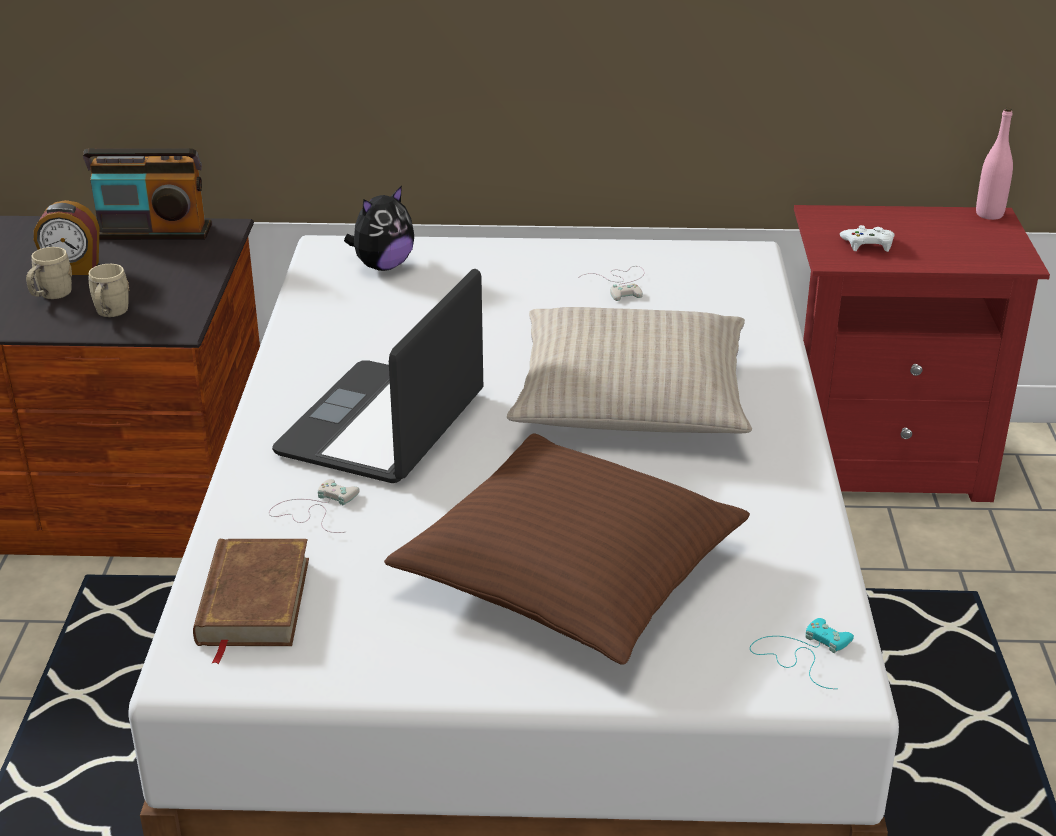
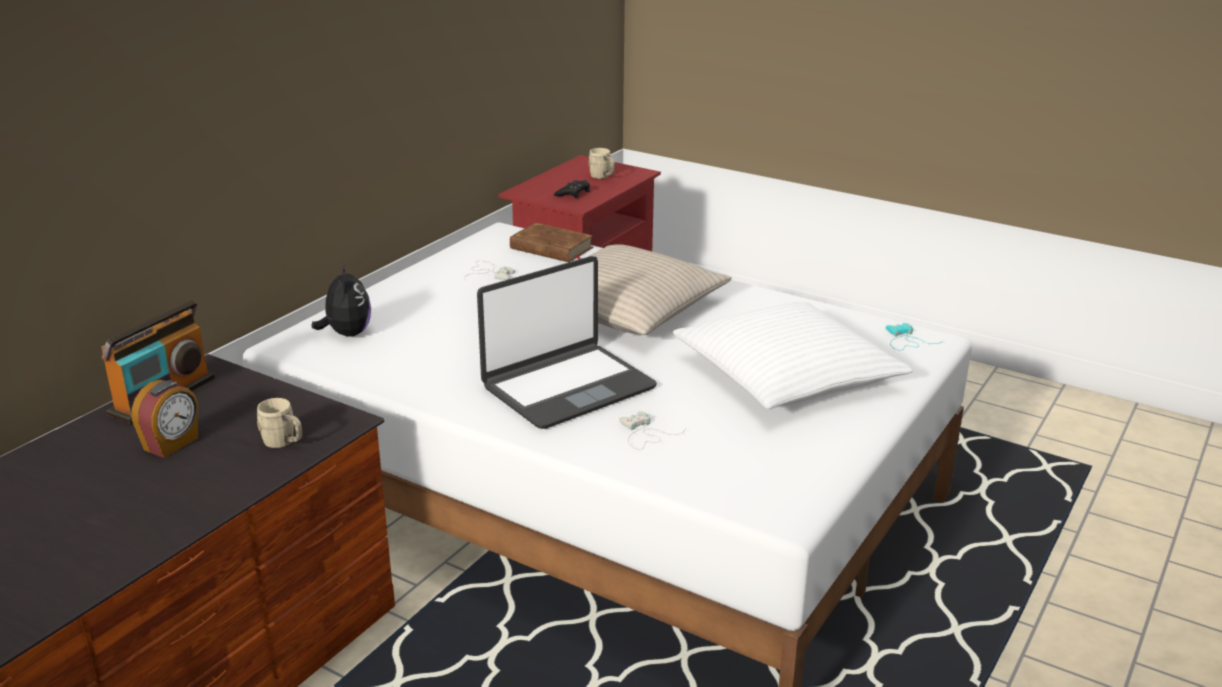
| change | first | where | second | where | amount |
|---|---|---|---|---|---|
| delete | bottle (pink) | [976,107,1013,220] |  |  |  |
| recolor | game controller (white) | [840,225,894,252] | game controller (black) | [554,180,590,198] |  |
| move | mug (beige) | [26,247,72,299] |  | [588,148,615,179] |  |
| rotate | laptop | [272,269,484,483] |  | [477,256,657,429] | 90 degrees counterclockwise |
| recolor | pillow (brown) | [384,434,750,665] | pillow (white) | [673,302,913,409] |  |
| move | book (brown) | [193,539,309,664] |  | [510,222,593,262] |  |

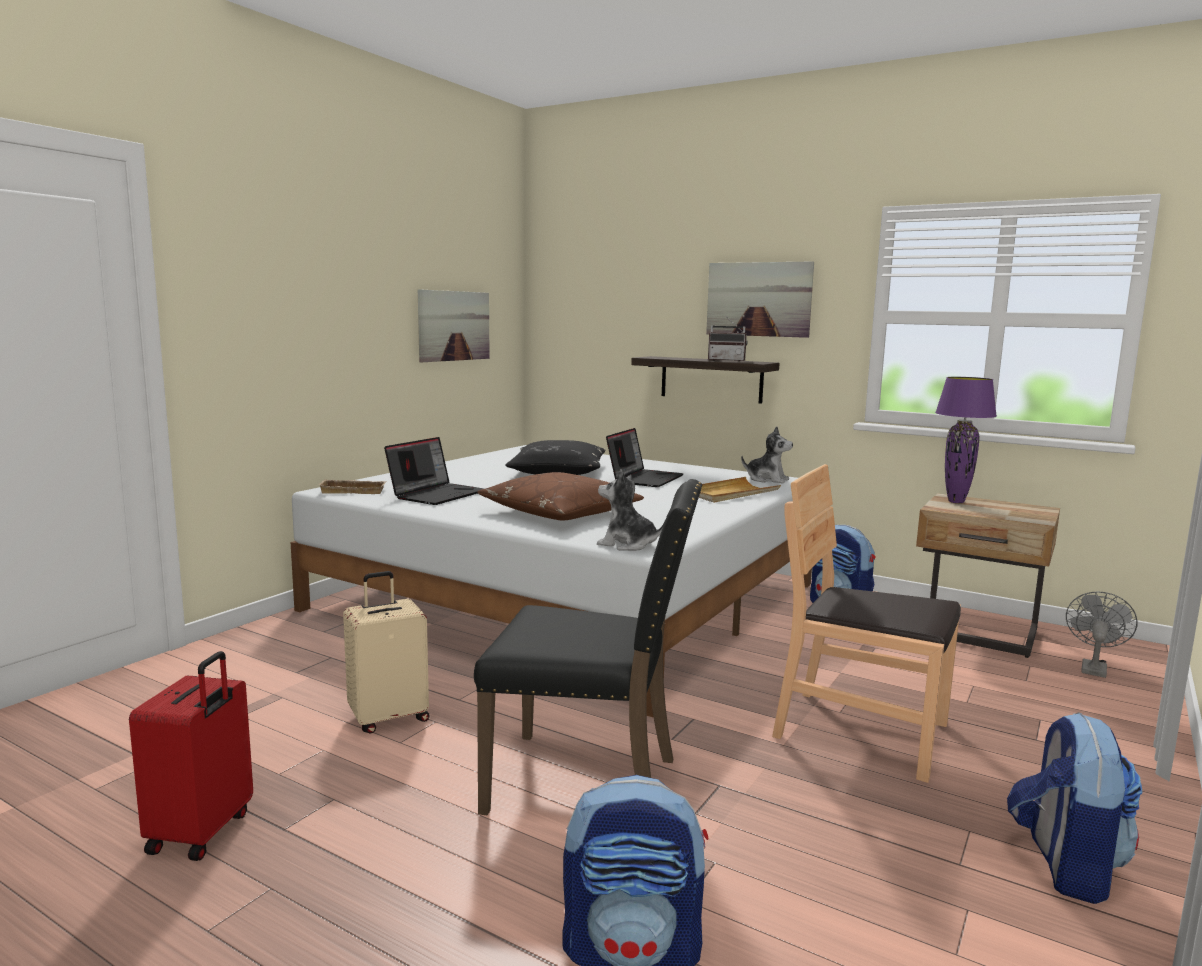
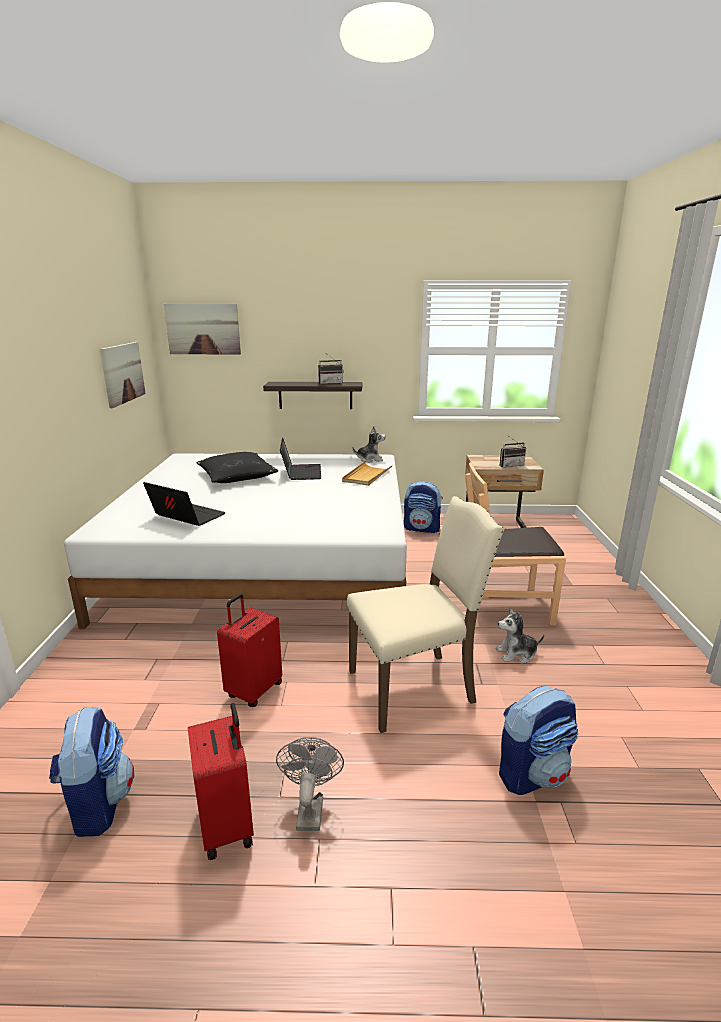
| change | first | where | second | where | amount |
|---|---|---|---|---|---|
| move | picture | [706,261,814,338] |  | [164,304,241,354] |  |
| delete | table lamp (purple) | [935,377,997,503] |  |  |  |
| rotate | laptop | [384,437,484,505] |  | [143,482,226,526] | 60 degrees counterclockwise |
| move | plush toy | [597,470,665,551] |  | [496,608,544,664] |  |
| delete | pillow (brown) | [477,472,644,520] |  |  |  |
| delete | tray (beige) | [317,479,387,494] |  |  |  |
| recolor | chair (black) | [474,479,702,815] | chair (beige) | [347,496,505,733] |  |
| recolor | suitcase (beige) | [343,571,429,734] | suitcase (red) | [217,594,282,707] |  |
| move | fan (grey) | [1066,592,1138,678] |  | [276,737,344,831] |  |
| move | backpack | [1007,712,1143,904] |  | [49,707,134,837] |  |
| insert |  |  | radio | [500,436,526,468] |  |

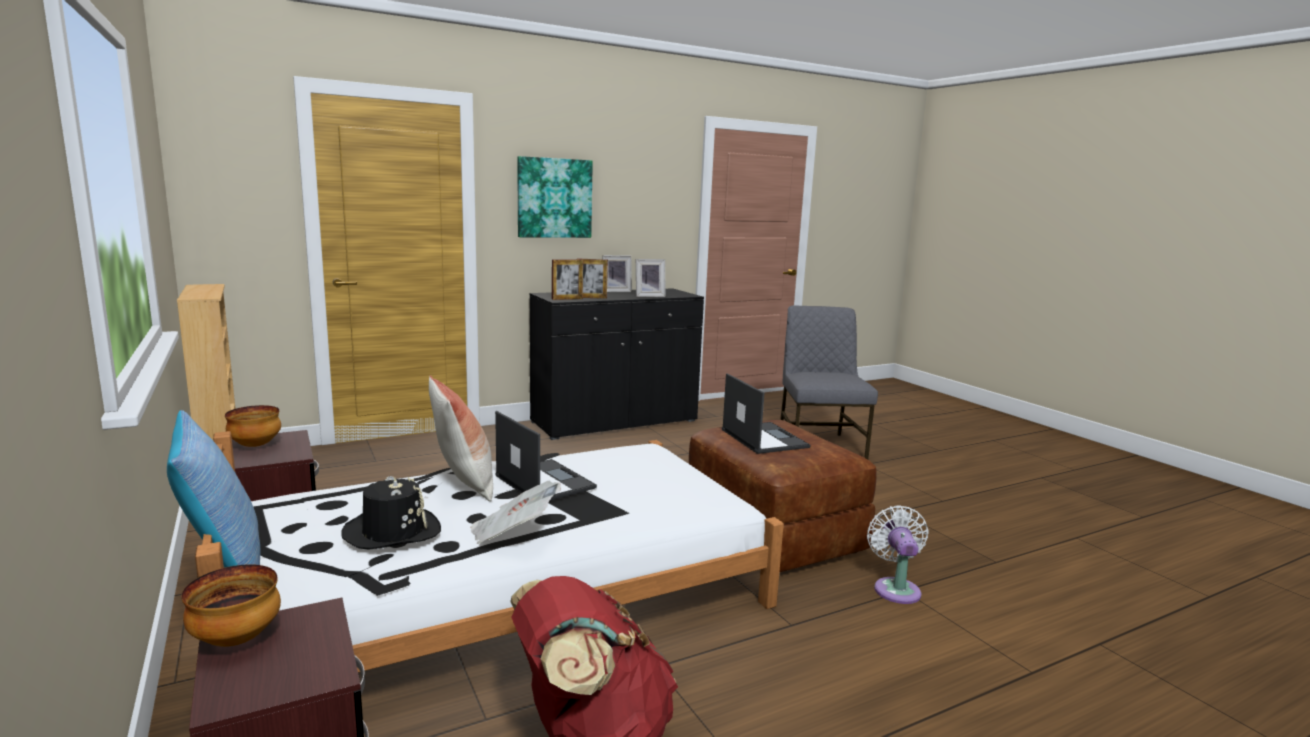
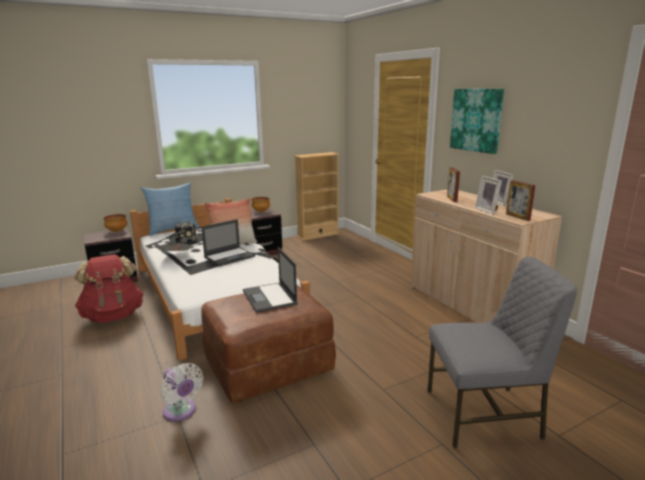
| change | first | where | second | where | amount |
|---|---|---|---|---|---|
| move | picture frame | [552,259,583,300] |  | [506,180,535,221] |  |
| recolor | cabinet (black) | [530,288,704,440] | cabinet (beige) | [411,189,562,323] |  |
| rotate | laptop | [722,373,810,454] |  | [243,247,298,313] | 90 degrees clockwise |
| rotate | fan (white) | [867,505,929,604] |  | [160,363,203,422] | 45 degrees clockwise |

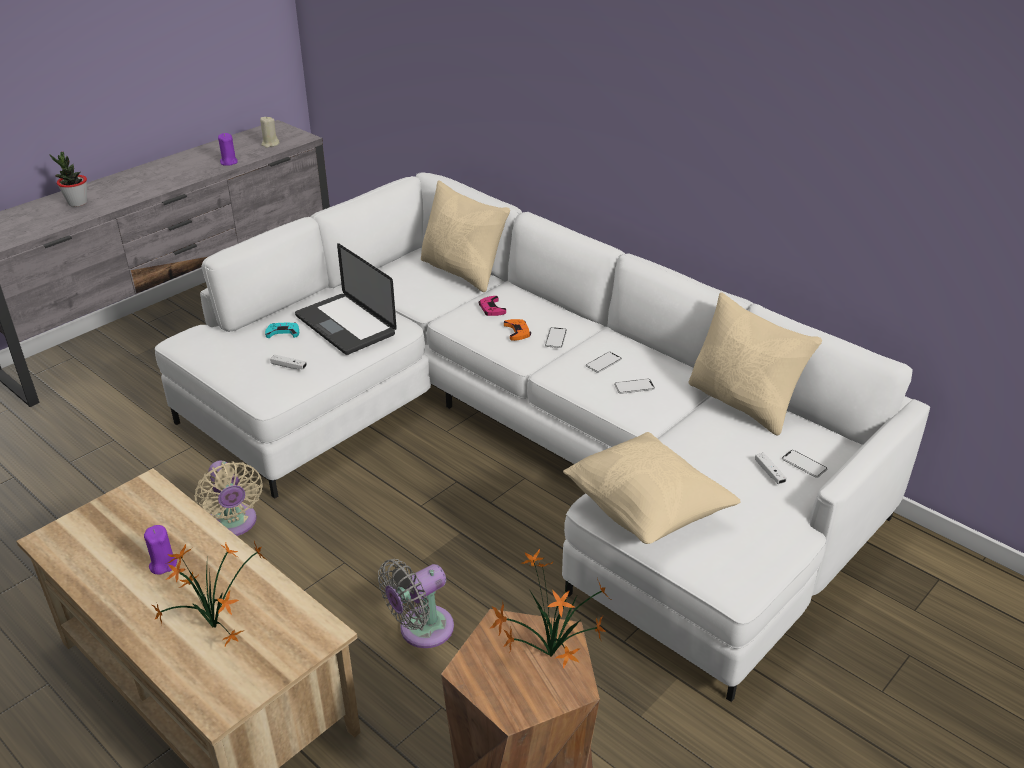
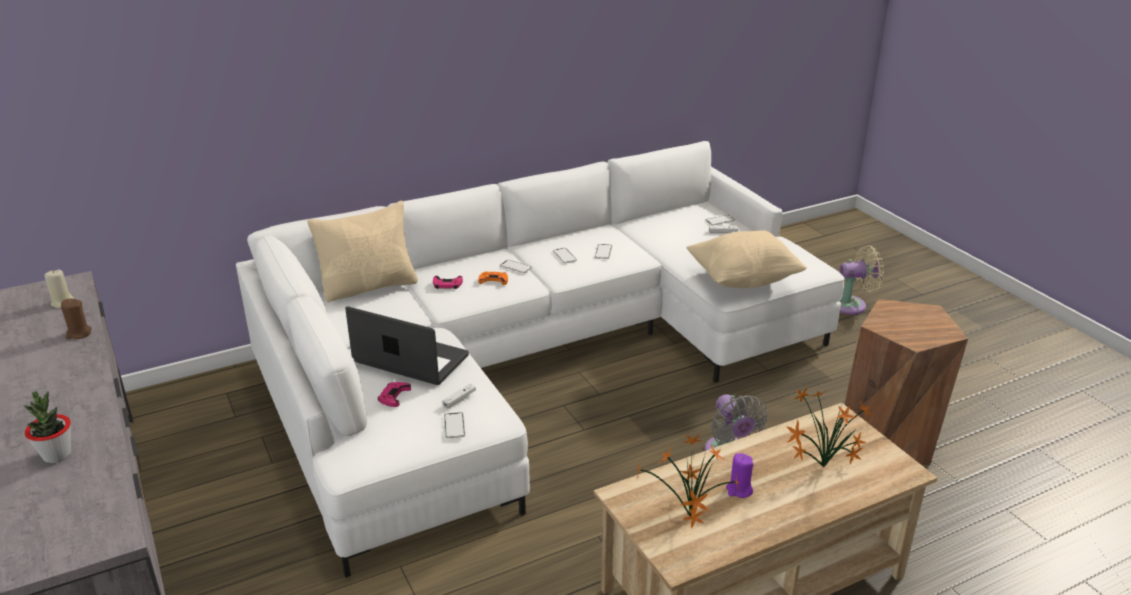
| change | first | where | second | where | amount |
|---|---|---|---|---|---|
| recolor | candle (purple) | [218,133,238,166] | candle (brown) | [61,299,92,339] |  |
| rotate | laptop | [295,243,397,355] |  | [345,306,469,385] | 135 degrees counterclockwise |
| delete | pillow (beige) | [688,292,822,435] |  |  |  |
| recolor | game controller (turquoise) | [265,322,299,338] | game controller (pink) | [378,382,411,407] |  |
| move | fan (beige) | [194,461,263,536] |  | [839,245,884,315] |  |
| move | potted plant | [489,549,610,669] |  | [637,434,739,529] |  |
| insert |  |  | phone | [444,412,465,438] |  |

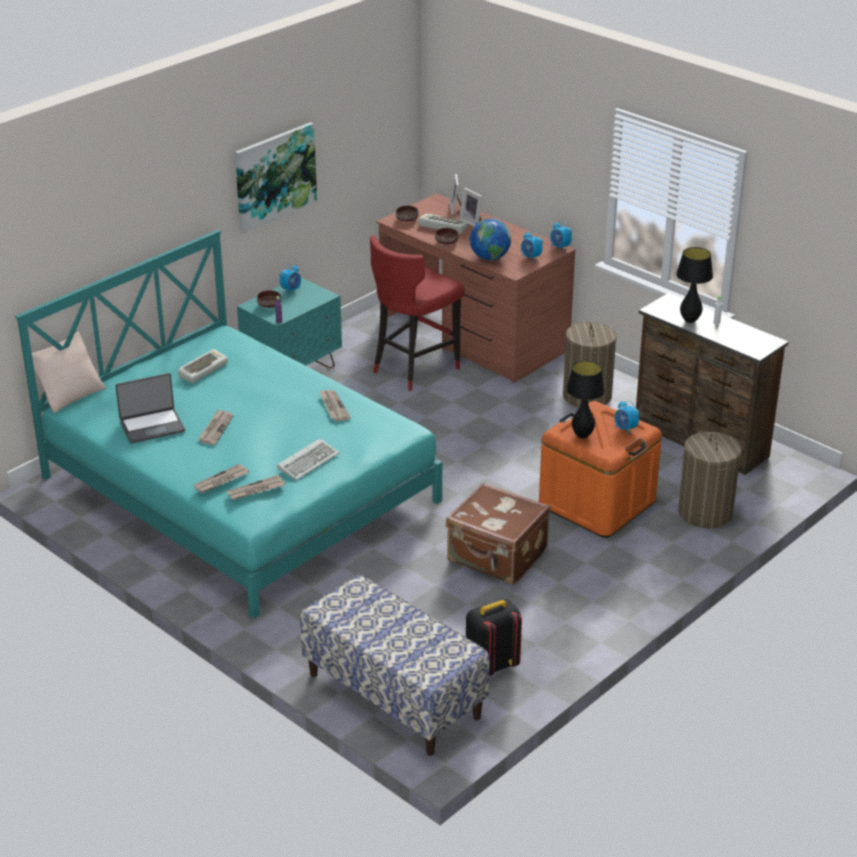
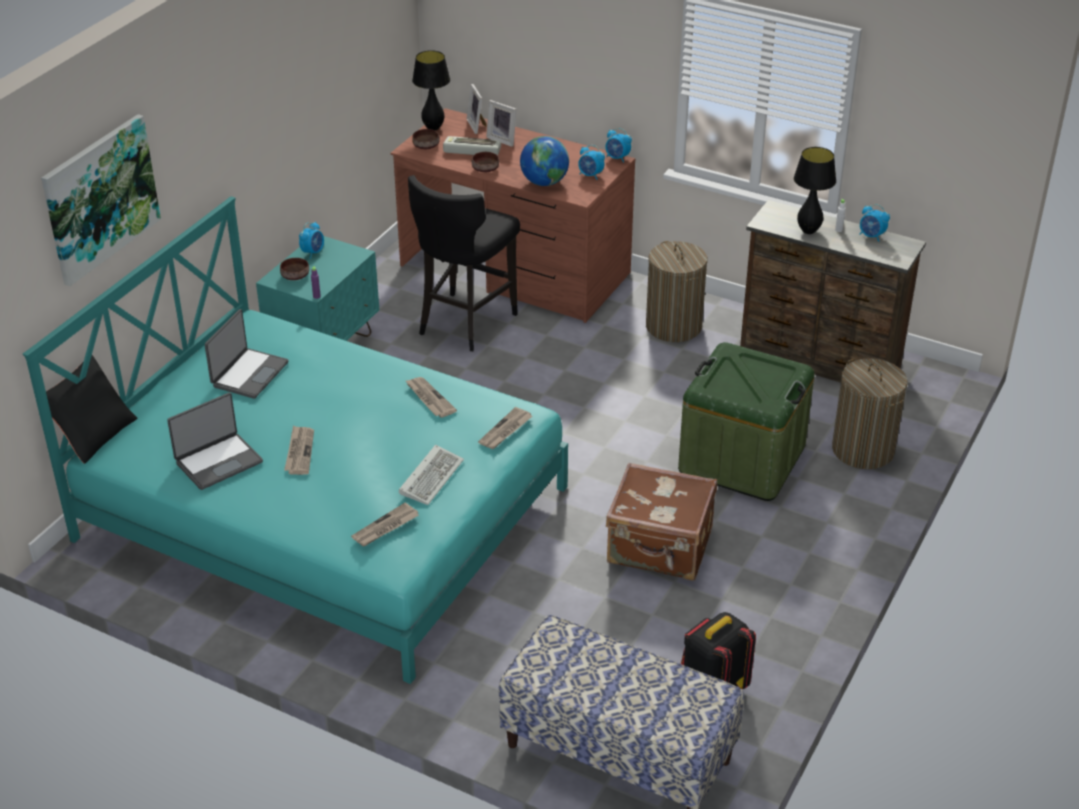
| change | first | where | second | where | amount |
|---|---|---|---|---|---|
| move | picture | [235,122,317,234] |  | [41,114,161,286] |  |
| recolor | stool (red) | [370,235,464,391] | stool (black) | [408,175,520,351] |  |
| recolor | pillow (beige) | [32,332,106,413] | pillow (black) | [46,355,138,464] |  |
| replace | keyboard | [178,349,228,383] | laptop | [205,309,289,399] |  |
| move | table lamp (black) | [566,361,605,438] |  | [412,50,450,130] |  |
| recolor | storage box (orange) | [539,401,662,538] | storage box (green) | [678,342,814,501] |  |
| move | alarm clock | [615,401,639,434] |  | [859,204,890,242] |  |
| move | newspaper | [193,464,249,493] |  | [478,407,532,449] |  |

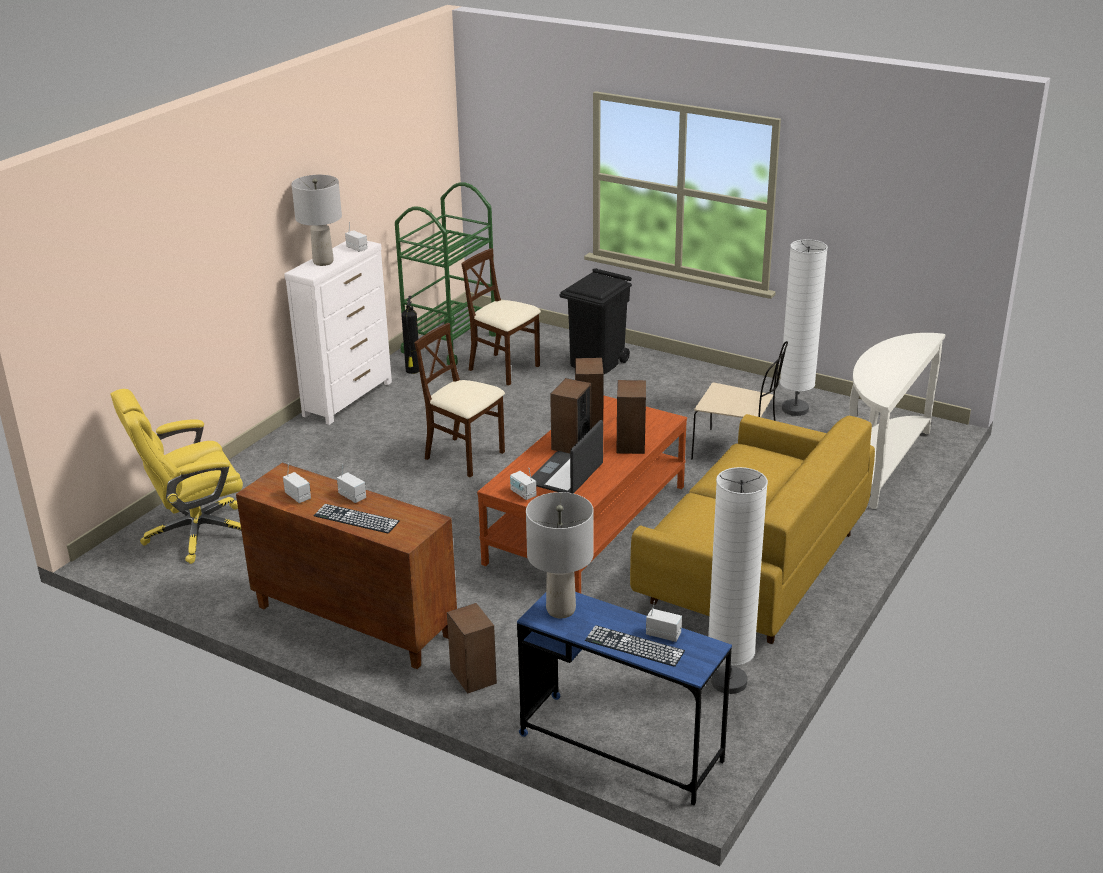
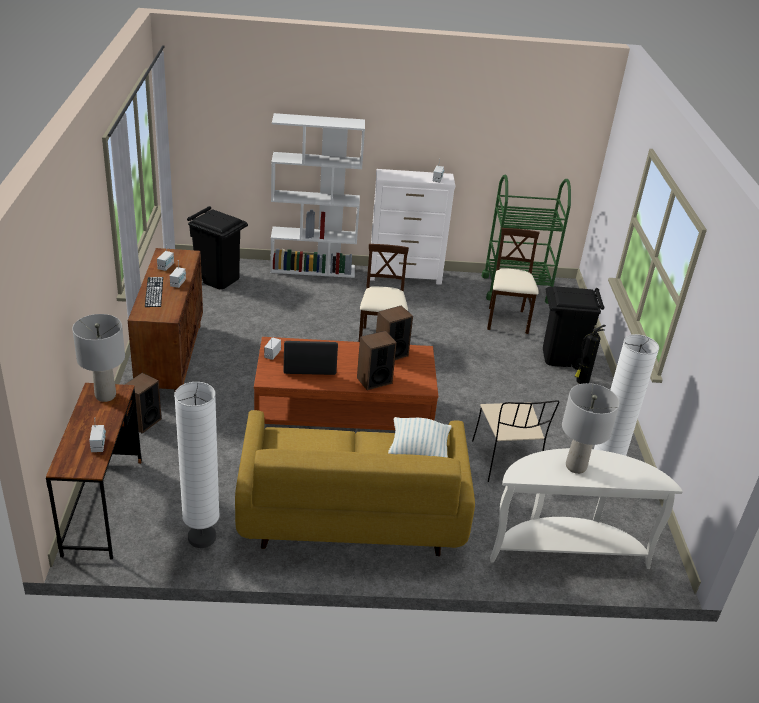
| change | first | where | second | where | amount |
|---|---|---|---|---|---|
| move | table lamp (grey) | [291,175,342,266] |  | [562,383,620,474] |  |
| move | fire extinguisher | [401,296,420,374] |  | [575,325,606,384] |  |
| delete | speaker | [550,378,591,453] |  |  |  |
| replace | office chair (yellow) | [110,389,243,564] | trash can (black) | [187,206,248,289] |  |
| recolor | desk (blue) | [517,592,732,805] | desk (brown) | [46,383,142,559] |  |
| delete | keyboard | [585,625,685,667] |  |  |  |
| insert |  |  | bookcase (white) | [270,113,365,278] |  |
| insert |  |  | pillow | [388,417,452,458] |  |

